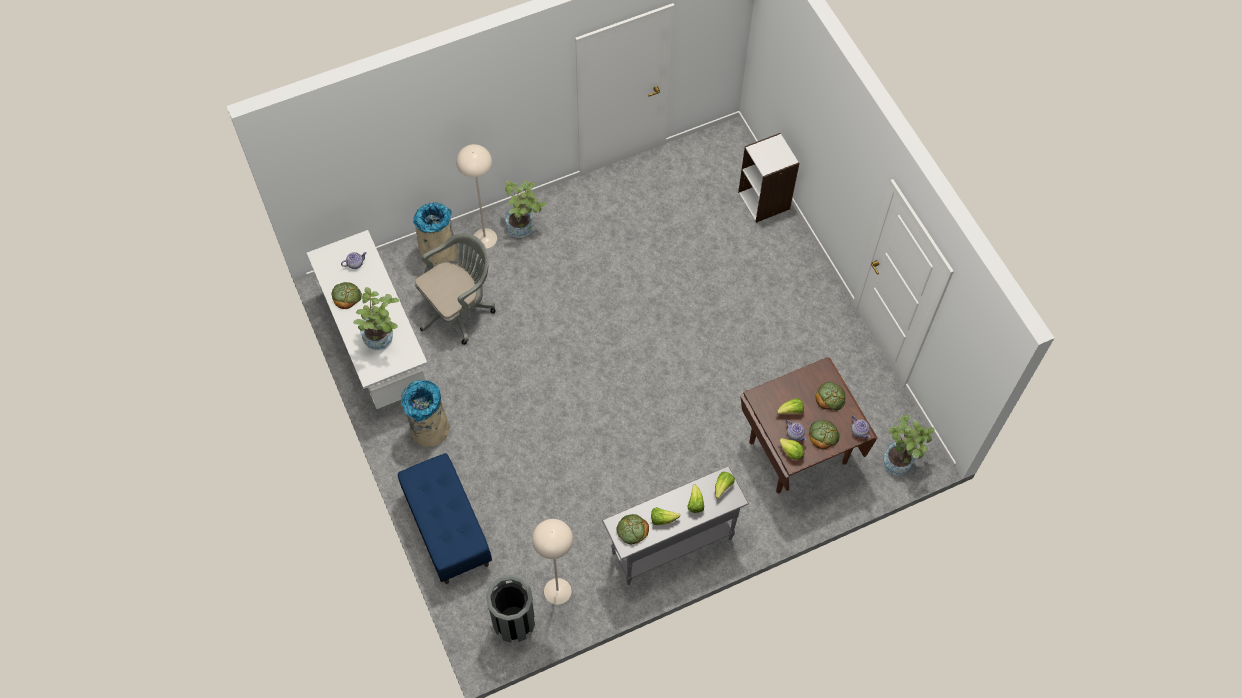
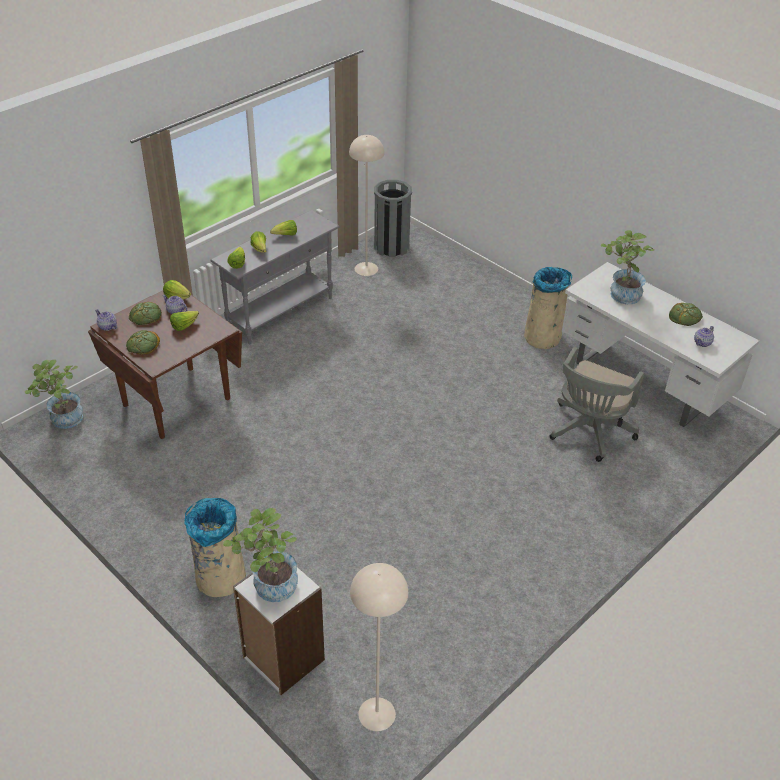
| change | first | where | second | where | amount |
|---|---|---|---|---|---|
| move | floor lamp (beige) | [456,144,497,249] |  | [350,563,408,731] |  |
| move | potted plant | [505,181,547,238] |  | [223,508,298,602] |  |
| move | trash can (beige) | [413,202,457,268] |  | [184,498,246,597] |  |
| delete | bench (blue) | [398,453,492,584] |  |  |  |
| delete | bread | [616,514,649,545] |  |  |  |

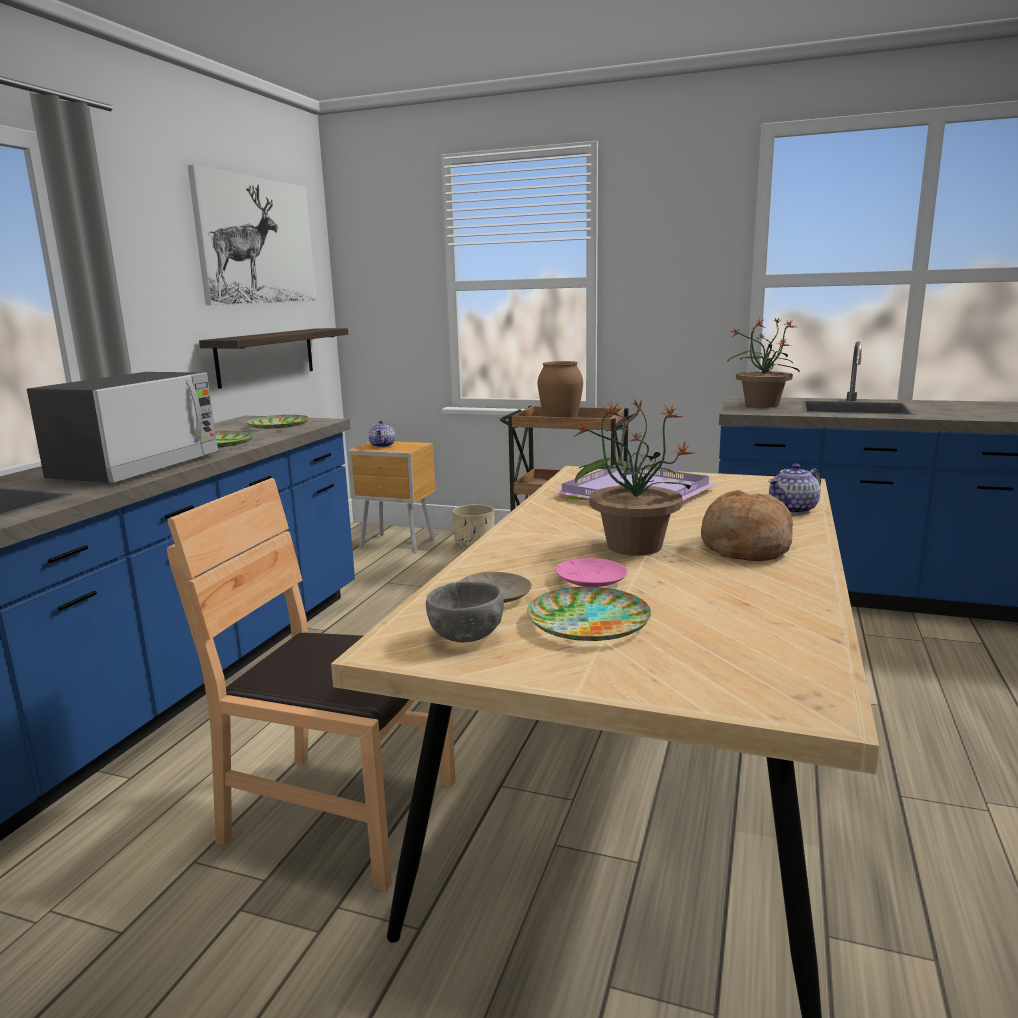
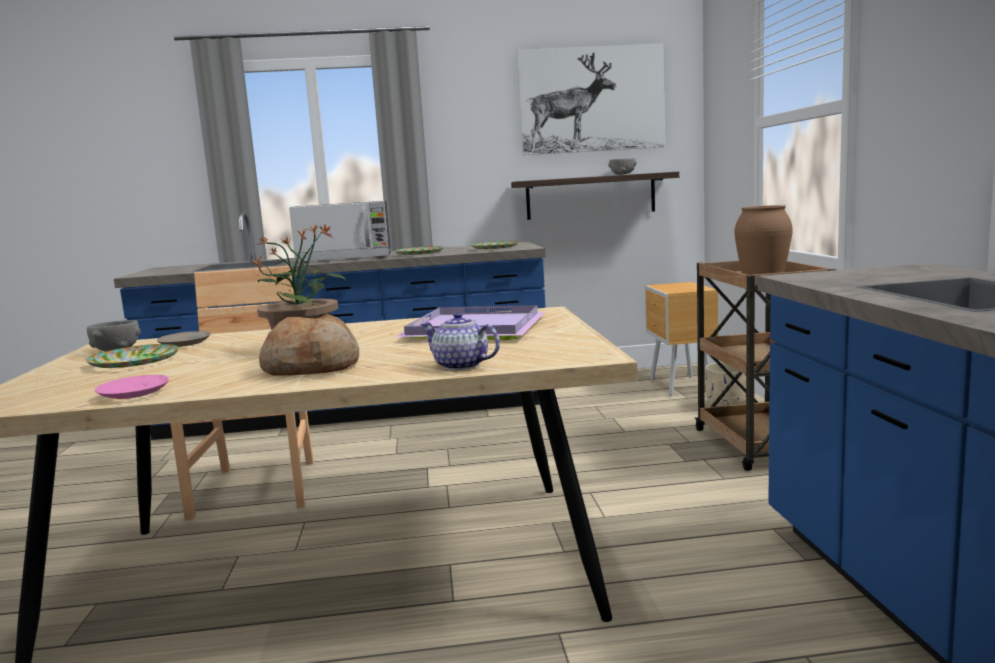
| change | first | where | second | where | amount |
|---|---|---|---|---|---|
| delete | potted plant | [727,317,800,407] |  |  |  |
| delete | teapot | [369,420,395,448] |  |  |  |
| move | plate (pink) | [555,558,628,587] |  | [95,375,169,399] |  |
| insert |  |  | bowl (grey) | [608,158,637,175] |  |

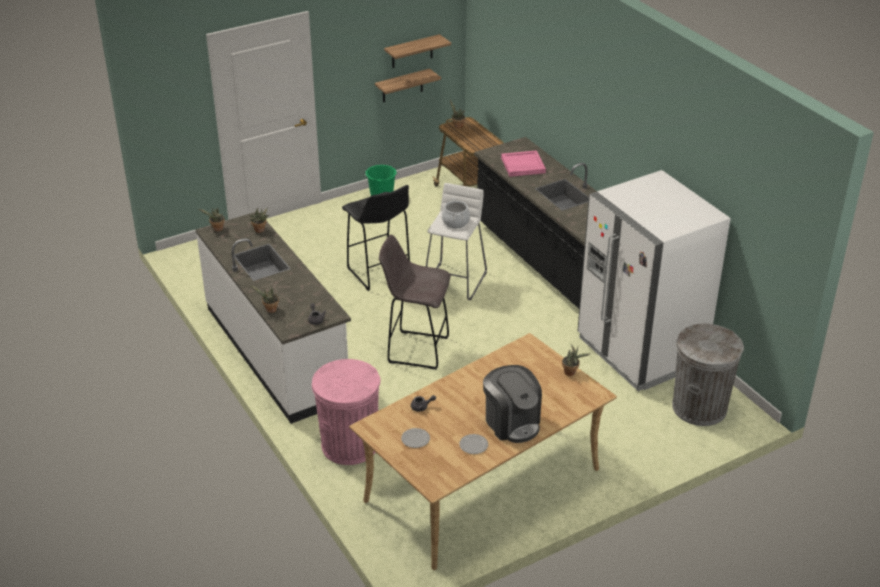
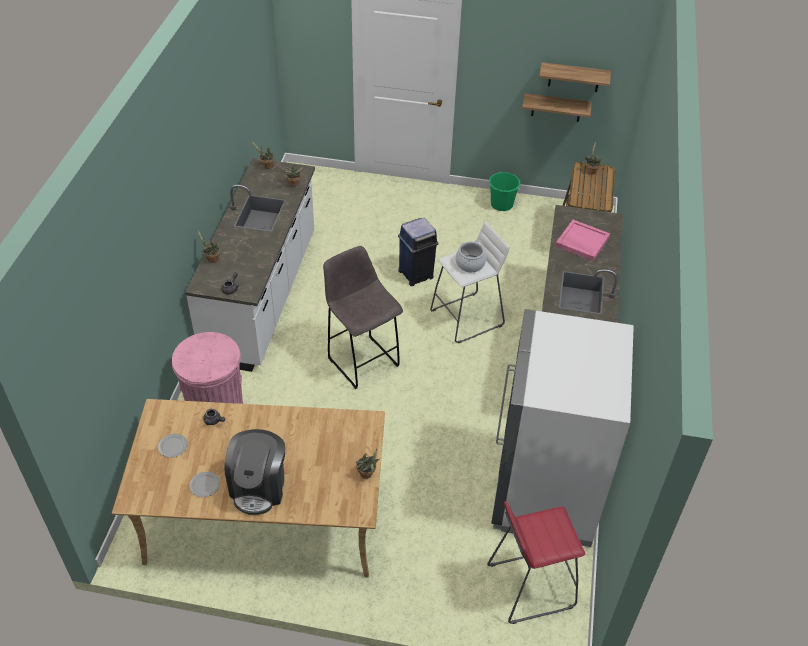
| change | first | where | second | where | amount |
|---|---|---|---|---|---|
| replace | stool (black) | [342,185,410,291] | trash can (blue) | [398,218,439,286] |  |
| replace | trash can (grey) | [672,324,744,426] | stool (red) | [487,501,585,624] |  |

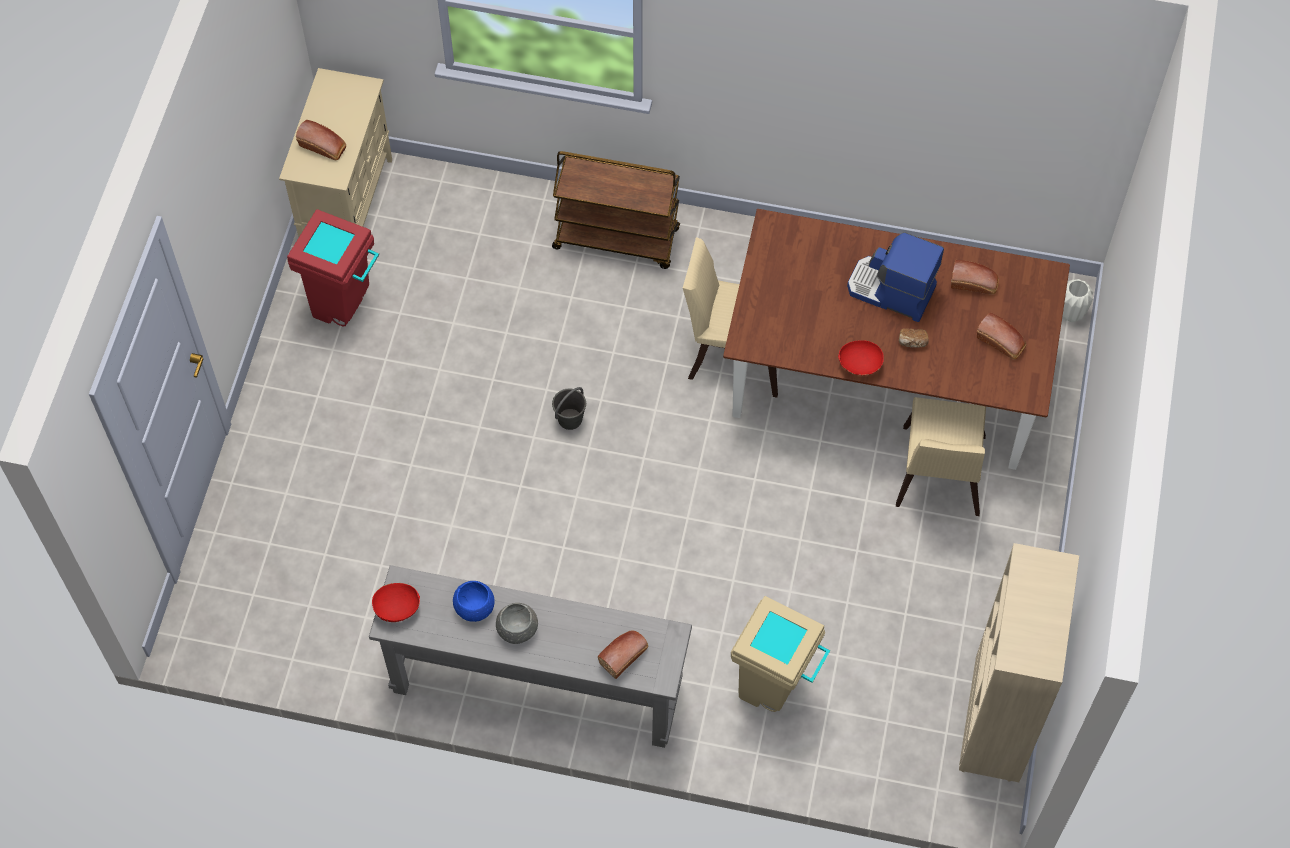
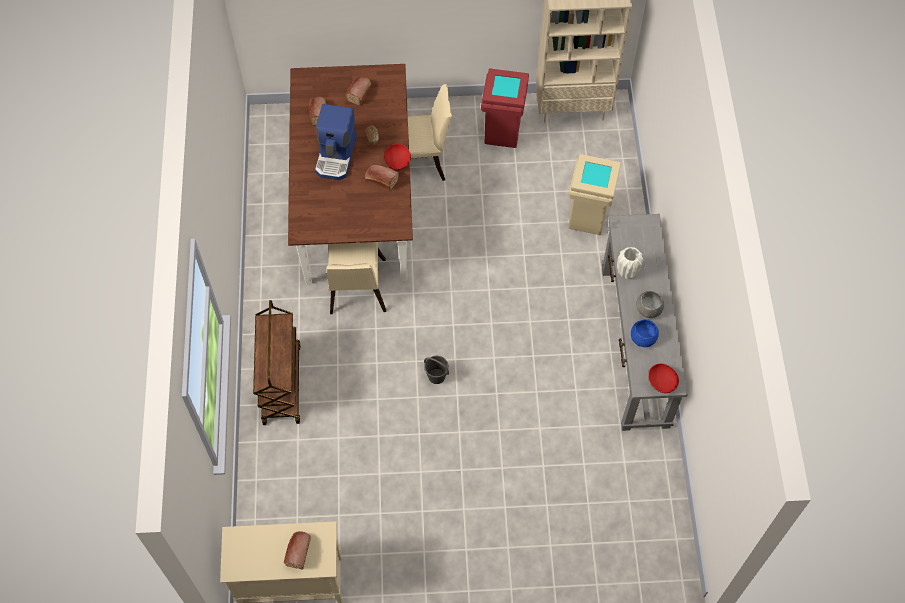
| change | first | where | second | where | amount |
|---|---|---|---|---|---|
| move | trash can (red) | [287,209,379,326] |  | [481,68,529,148] |  |
| move | vase (white) | [1062,279,1093,322] |  | [617,247,643,279] |  |
| move | bread | [598,631,648,679] |  | [365,165,399,191] |  |

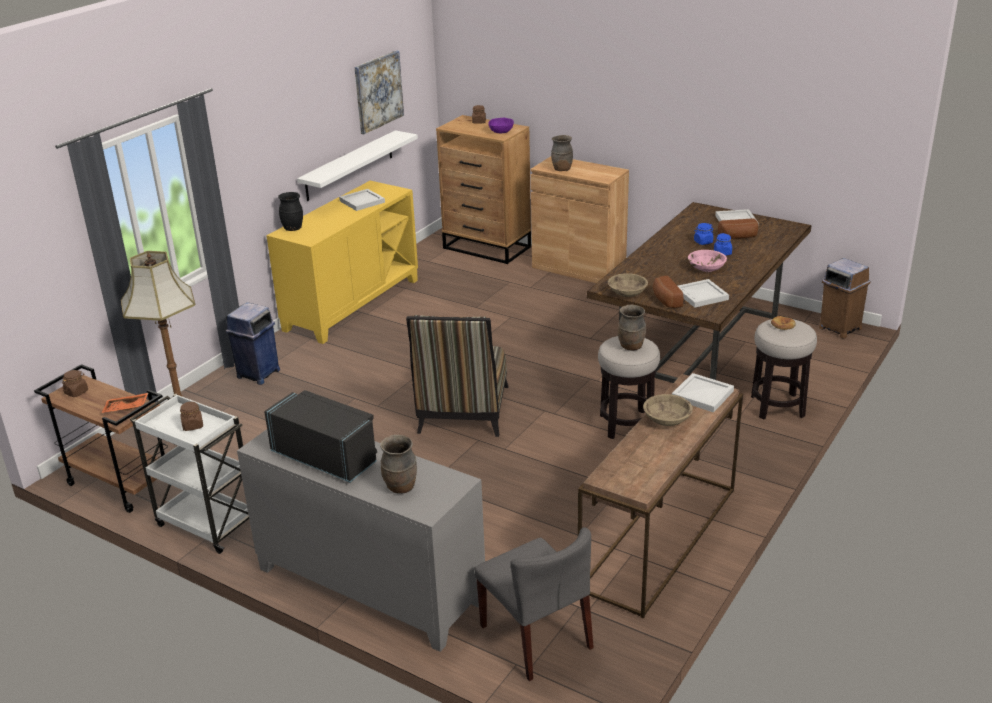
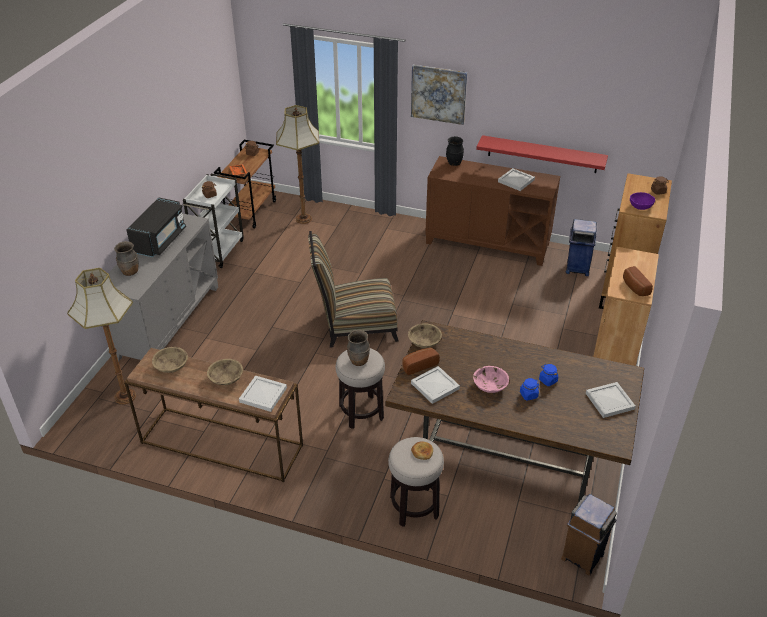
| change | first | where | second | where | amount |
|---|---|---|---|---|---|
| move | picture | [355,50,404,134] |  | [411,65,468,125] |  |
| recolor | shelf (white) | [297,130,418,201] | shelf (red) | [476,135,608,173] |  |
| delete | vase (brown) | [551,135,573,171] |  |  |  |
| recolor | cabinet (yellow) | [266,181,418,344] | cabinet (brown) | [425,156,560,266] |  |
| move | bread | [718,218,758,239] |  | [623,266,653,296] |  |
| move | trash can (blue) | [226,302,280,385] |  | [565,219,597,276] |  |
| replace | chair (grey) | [475,527,594,681] | floor lamp | [67,268,136,404] |  |
| insert |  |  | bowl (beige) | [152,347,188,373] |  |

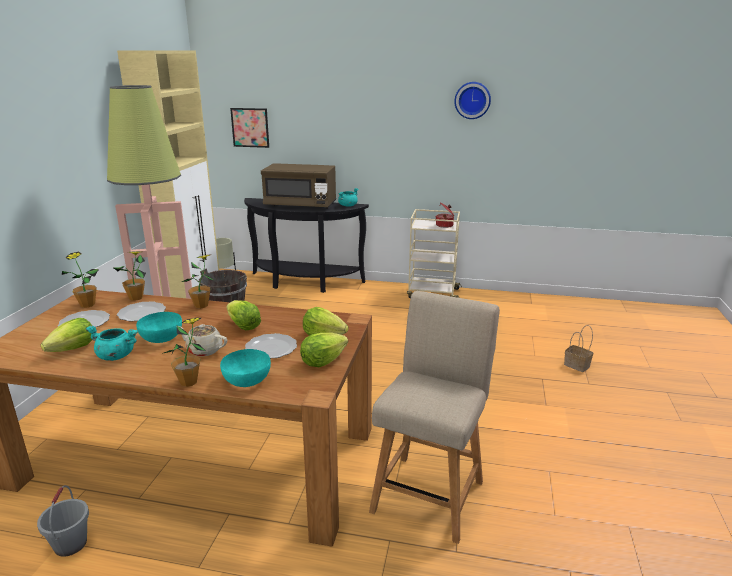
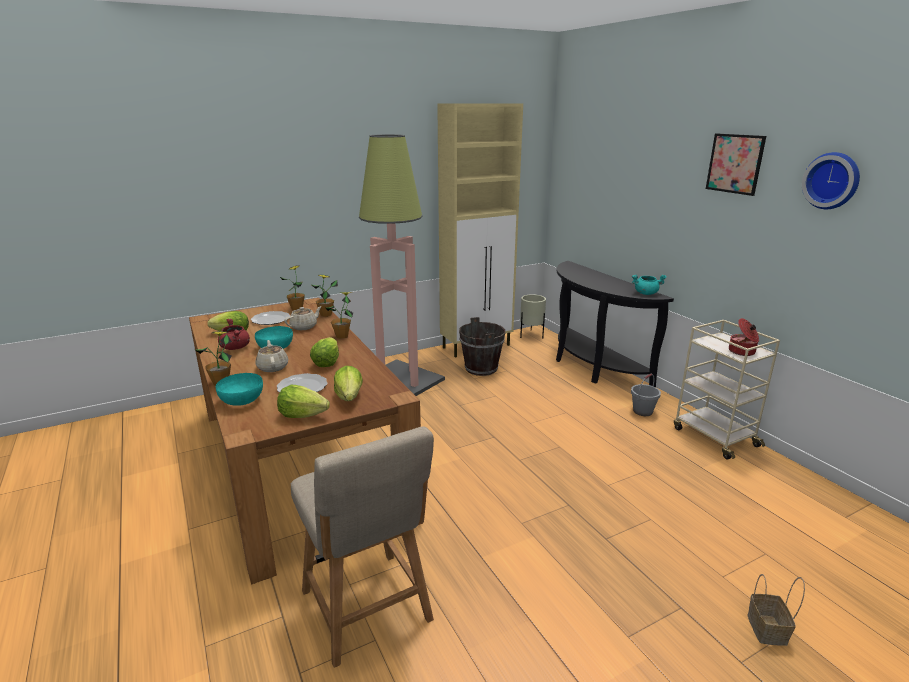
| change | first | where | second | where | amount |
|---|---|---|---|---|---|
| move | picture | [230,108,269,148] |  | [706,133,766,196] |  |
| delete | microwave (brown) | [261,163,336,209] |  |  |  |
| rotate | chair (beige) | [369,291,500,544] |  | [291,426,434,668] | 75 degrees clockwise |
| replace | plate | [117,301,166,322] | teapot (beige) | [284,306,322,330] |  |
| recolor | cooking pot (turquoise) | [85,326,138,361] | cooking pot (red) | [218,319,250,350] |  |
| move | bucket (grey) | [37,485,89,557] |  | [631,374,661,416] |  |

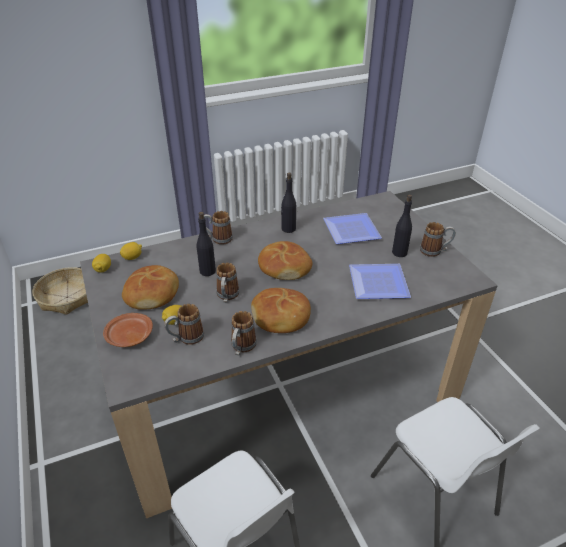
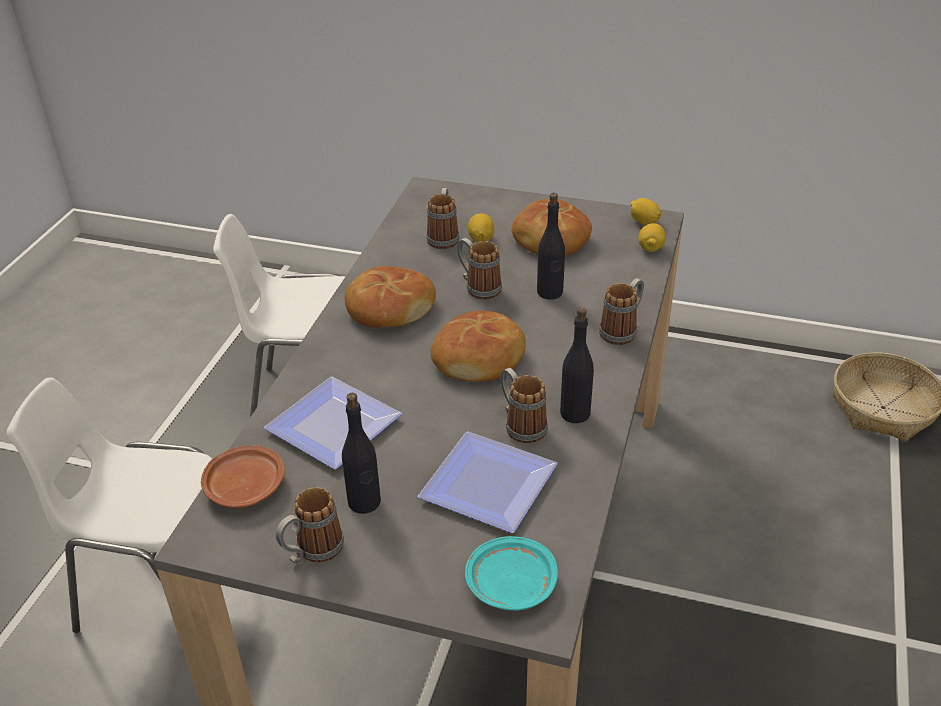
| change | first | where | second | where | amount |
|---|---|---|---|---|---|
| move | mug | [231,311,257,356] |  | [501,368,548,443] |  |
| move | plate (brown) | [103,313,153,347] |  | [201,445,285,508] |  |
| insert |  |  | plate (turquoise) | [465,536,558,611] |  |

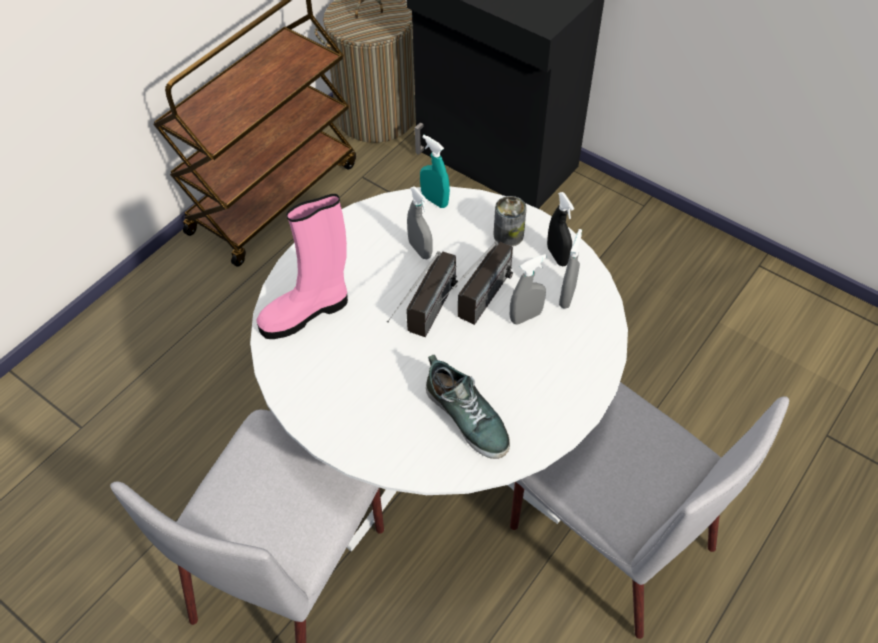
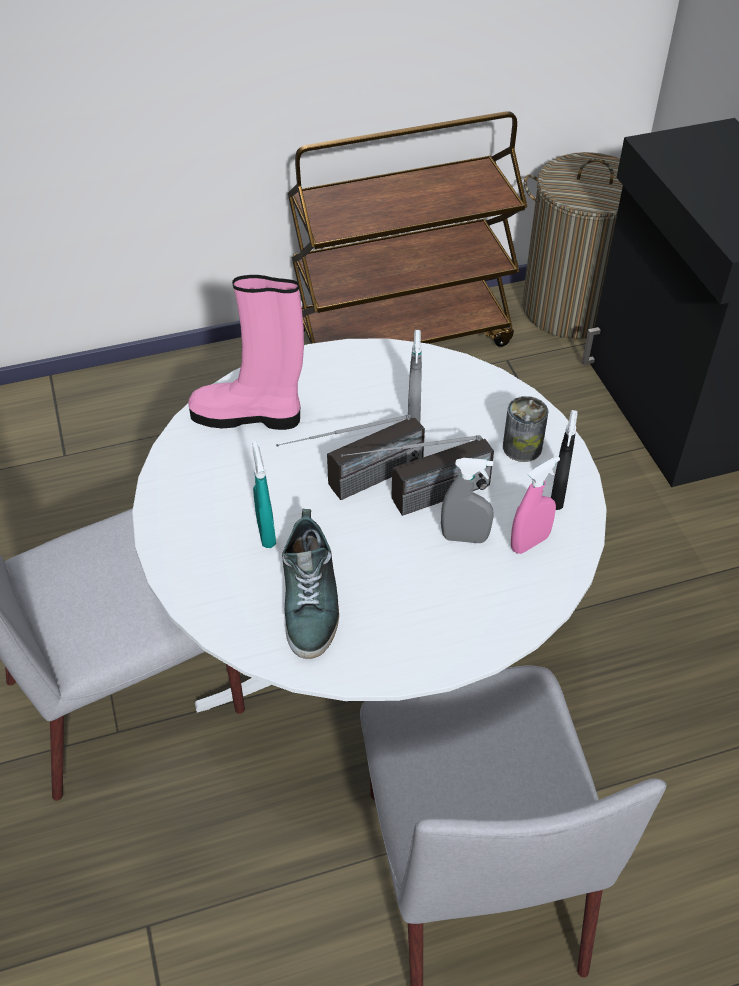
| change | first | where | second | where | amount |
|---|---|---|---|---|---|
| move | spray bottle (turquoise) | [420,135,450,208] |  | [252,441,276,548] |  |
| recolor | spray bottle (grey) | [559,229,582,309] | spray bottle (pink) | [511,456,560,554] |  |

